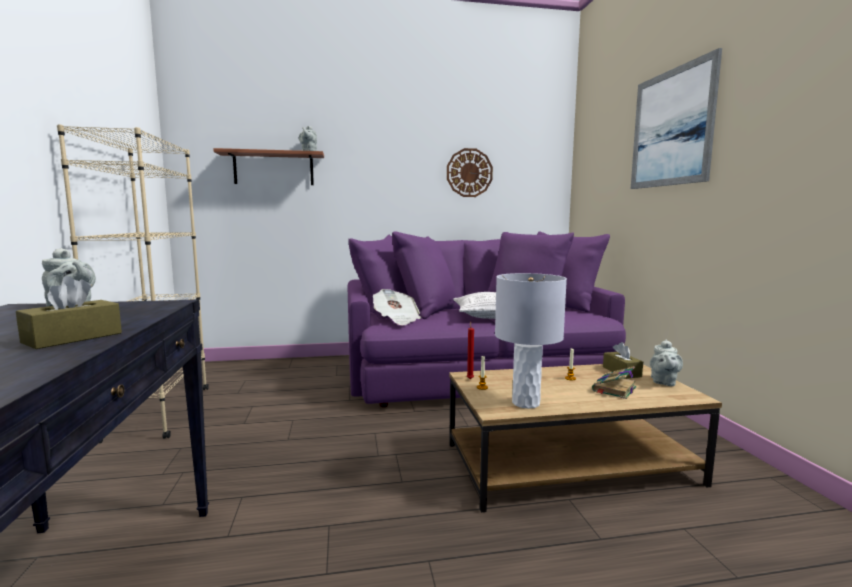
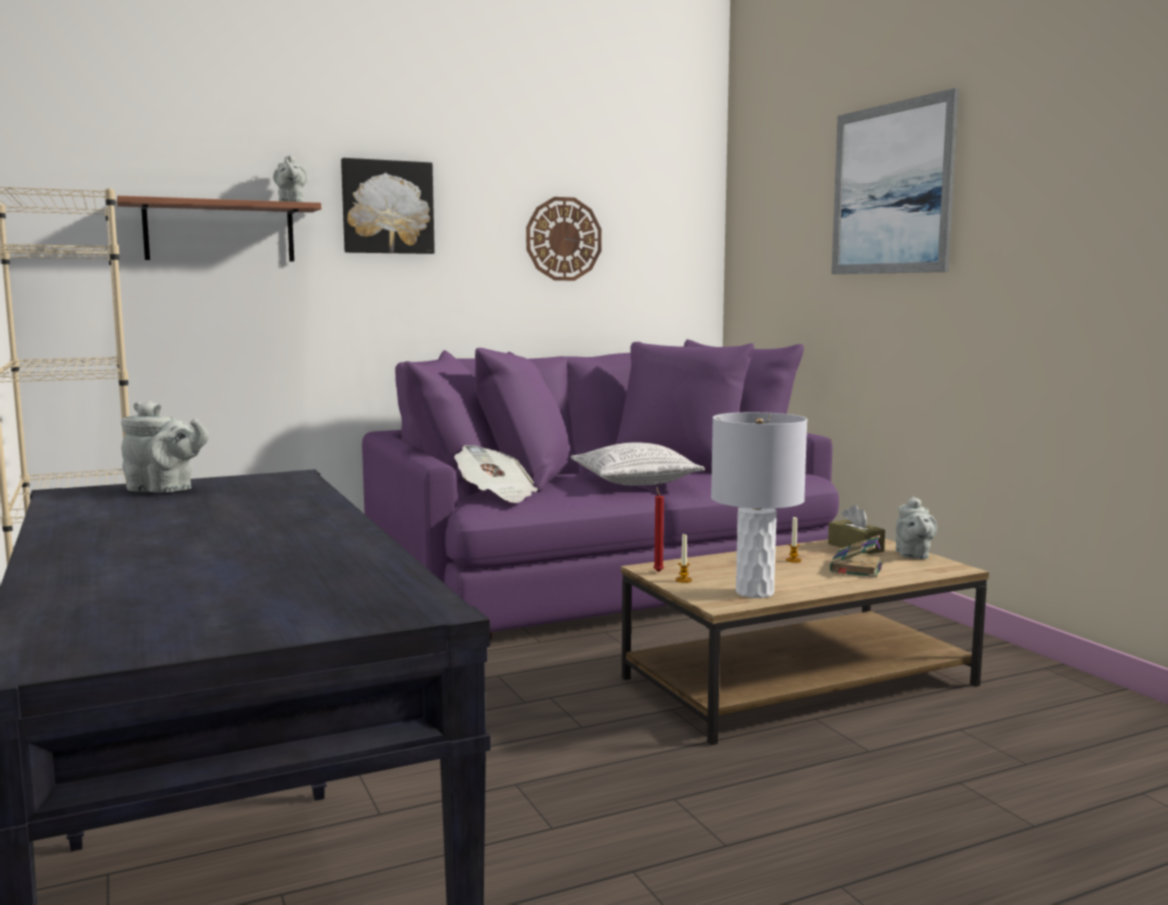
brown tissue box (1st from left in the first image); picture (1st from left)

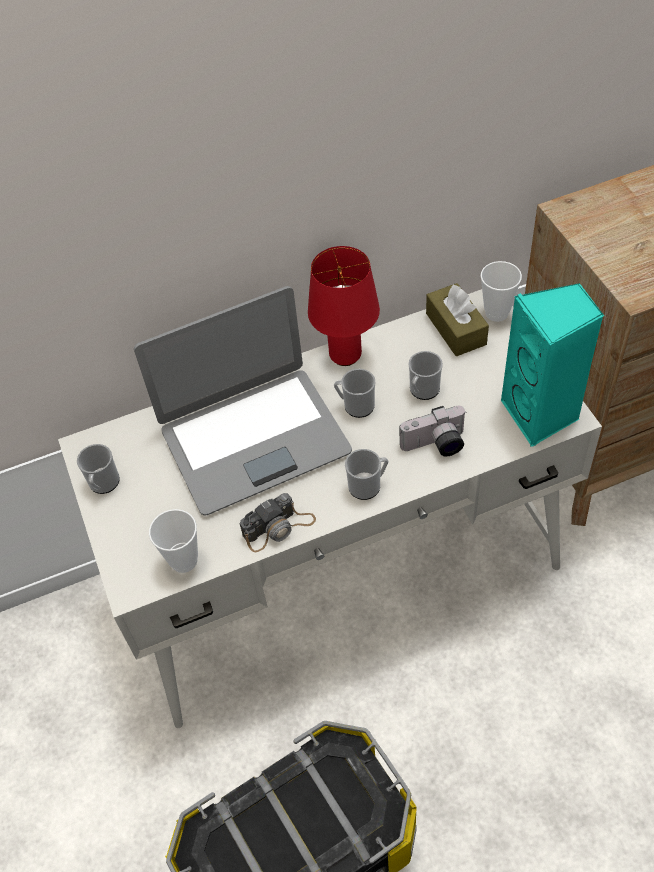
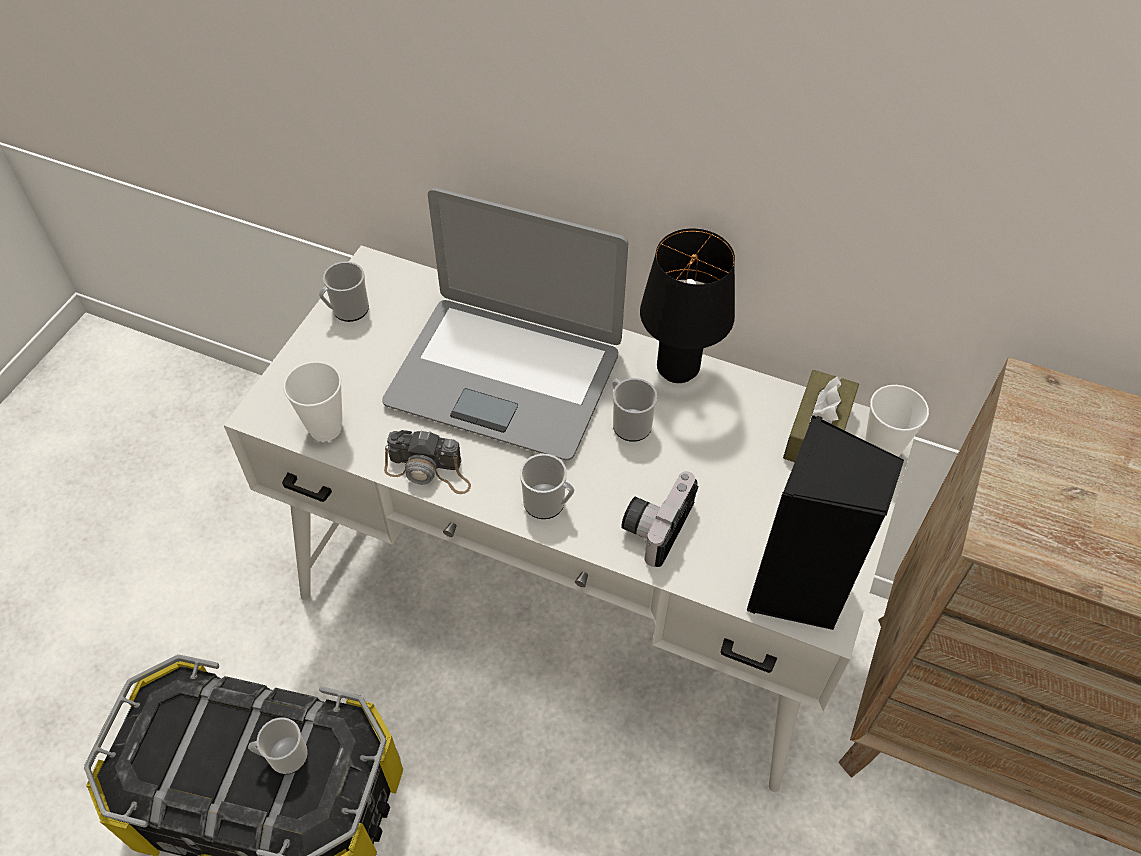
black table lamp; photo camera (2nd from left); mug (1st from left); black speaker

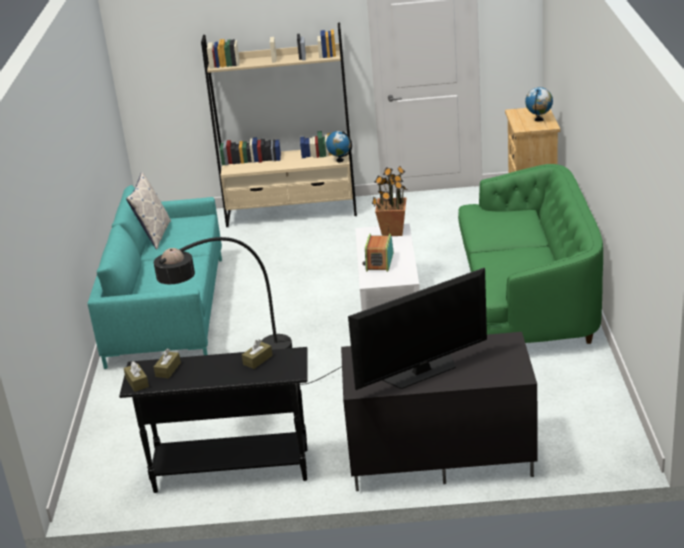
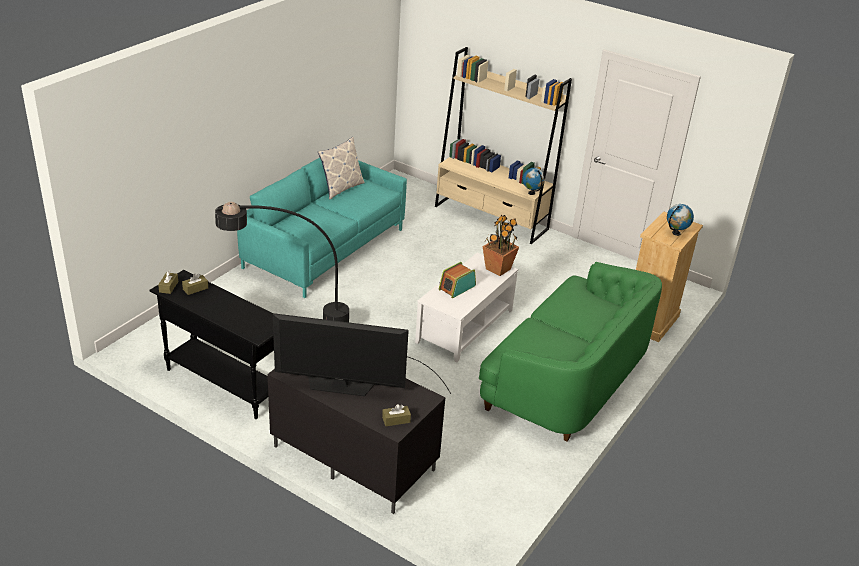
brown tissue box (3rd from left)

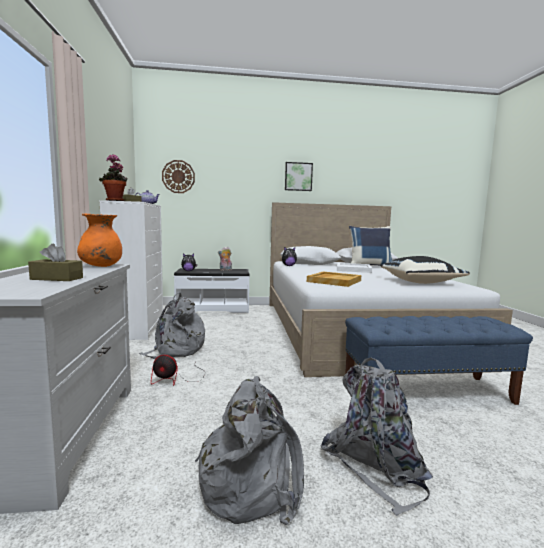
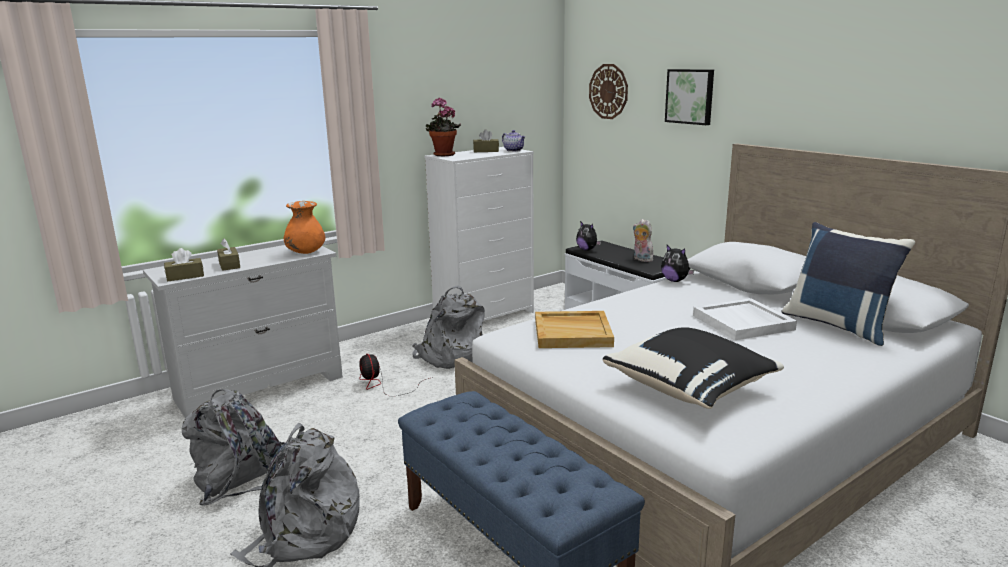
picture; brown tissue box (1st from left)

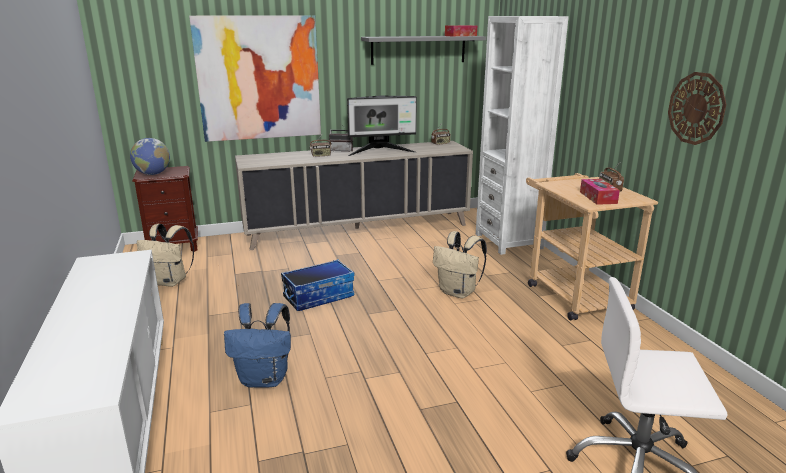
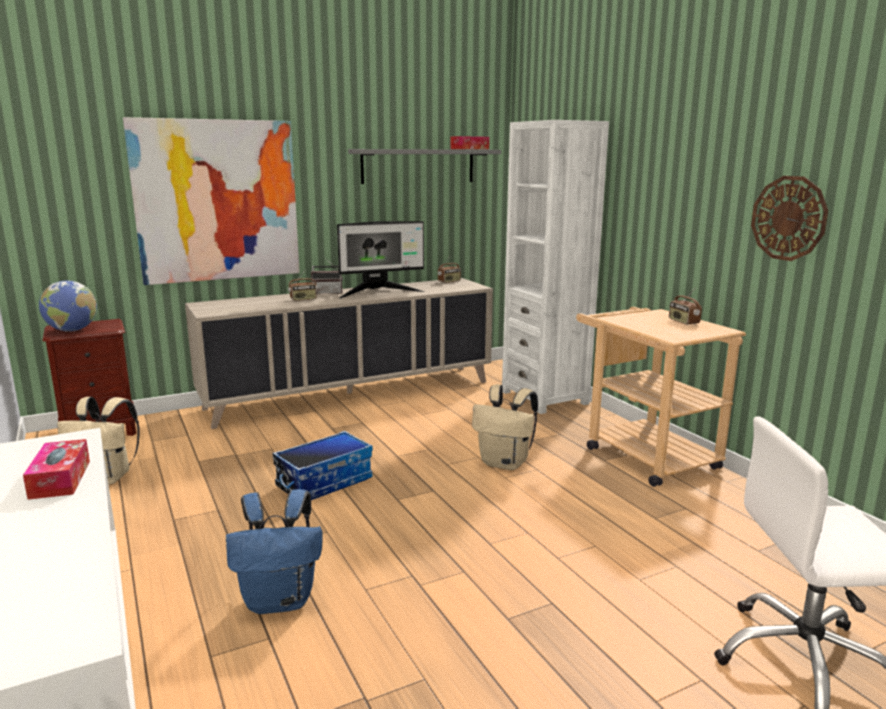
tissue box (1st from left)

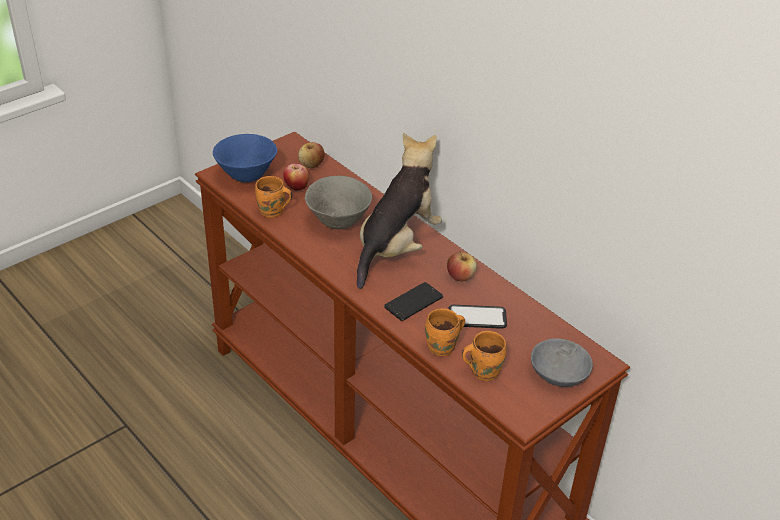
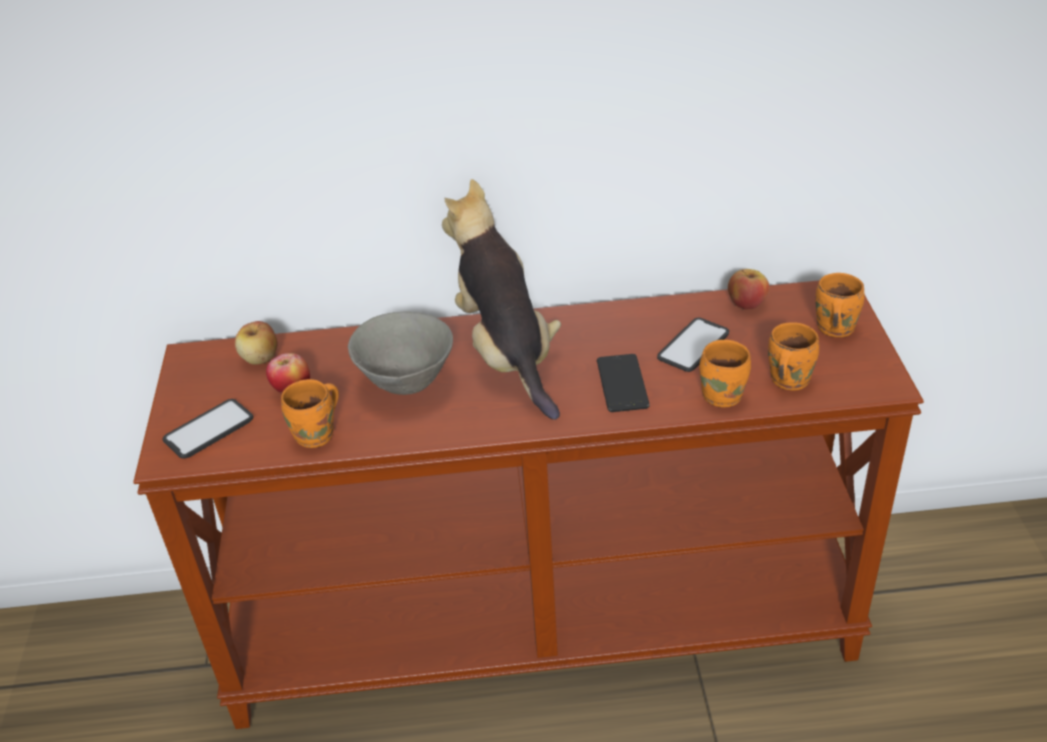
phone (1st from left); apple (3rd from left); orange mug (4th from left)

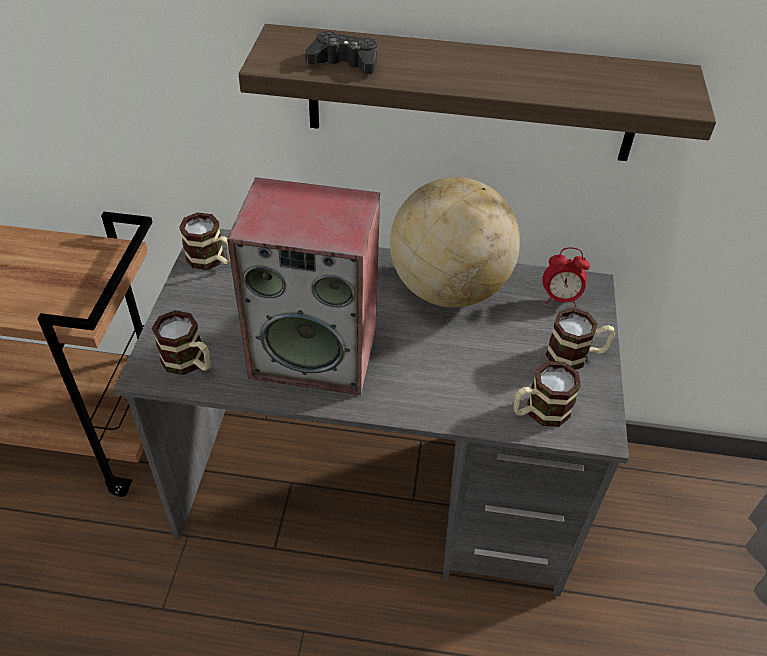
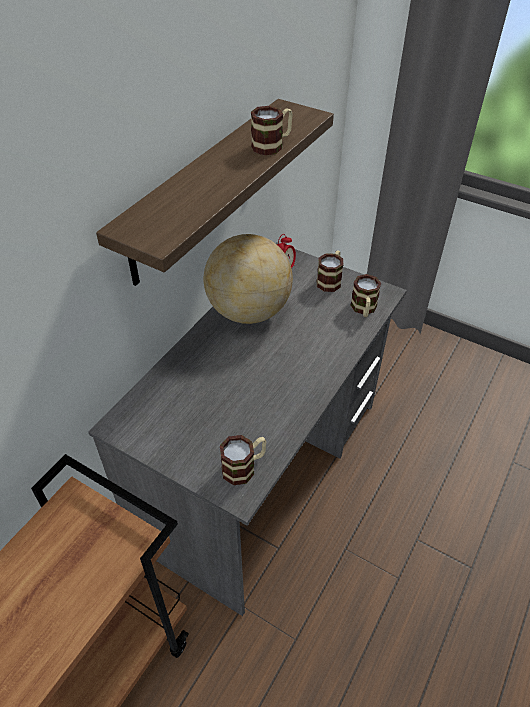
mug (2nd from left); speaker; black game controller

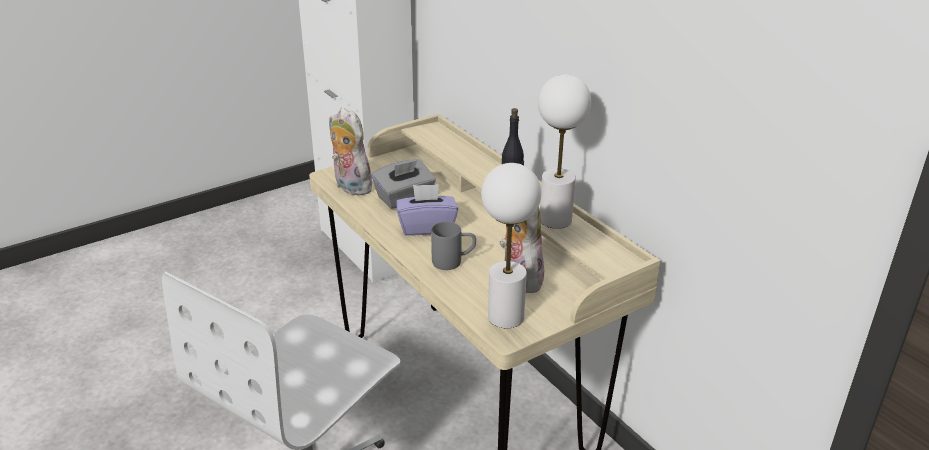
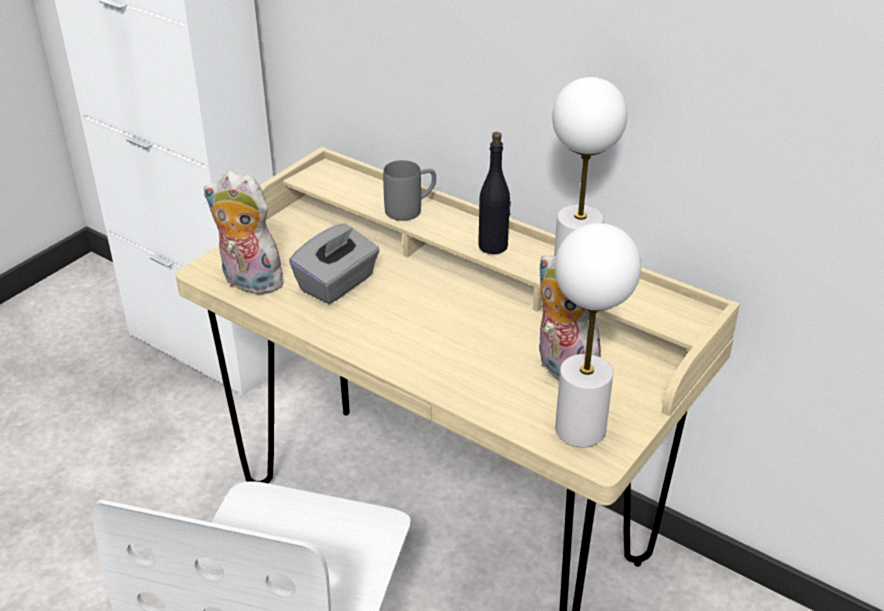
purple tissue box; grey mug

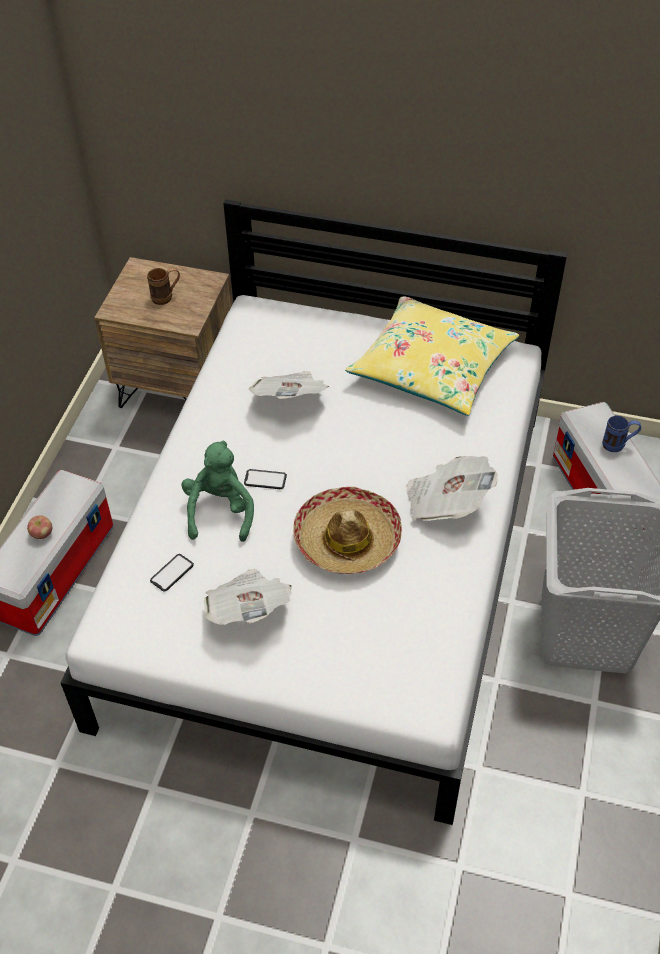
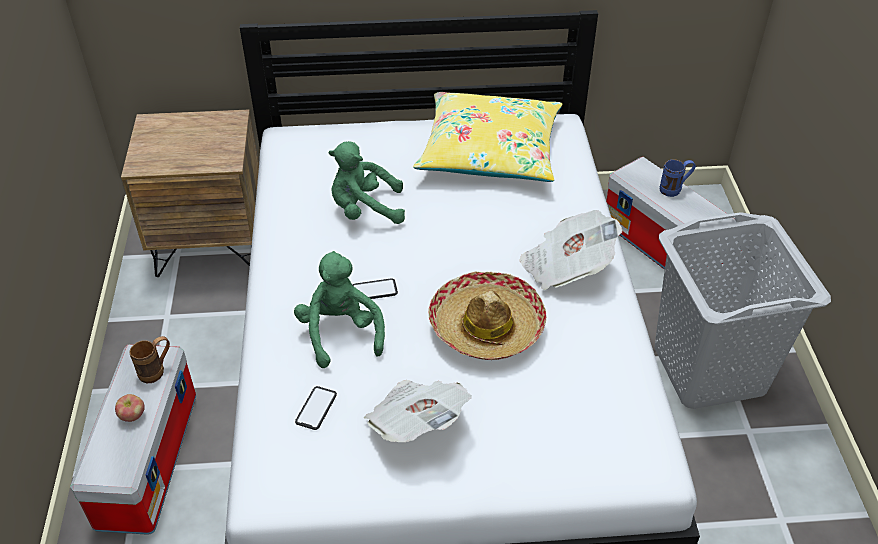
brown mug; green plush toy (2nd from left)

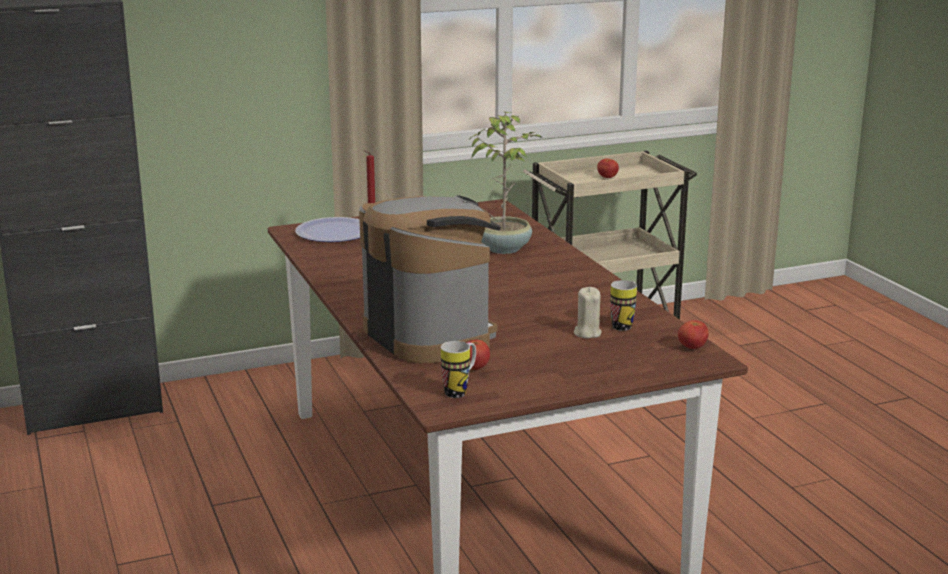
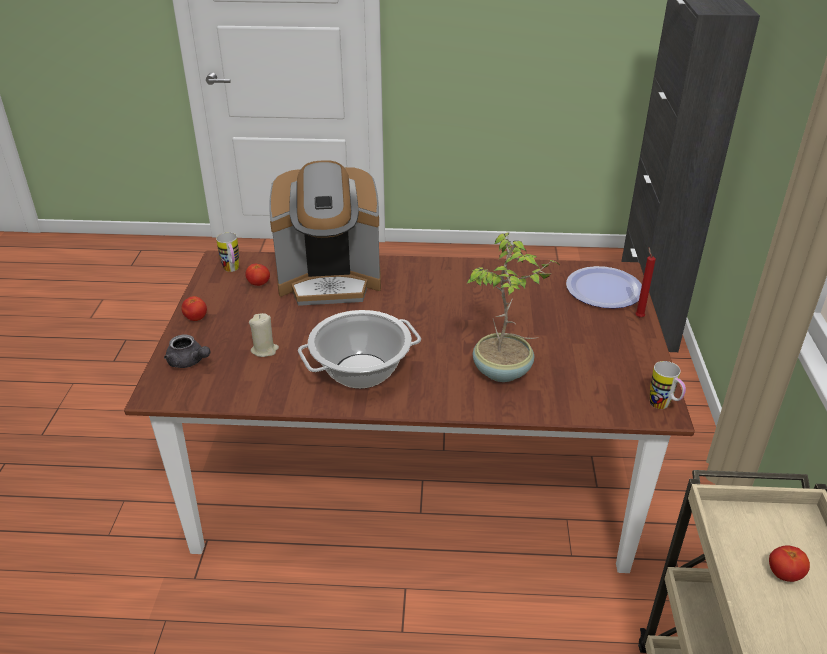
mug (2nd from left); tomato (1st from left); grey teapot; cooking pot

